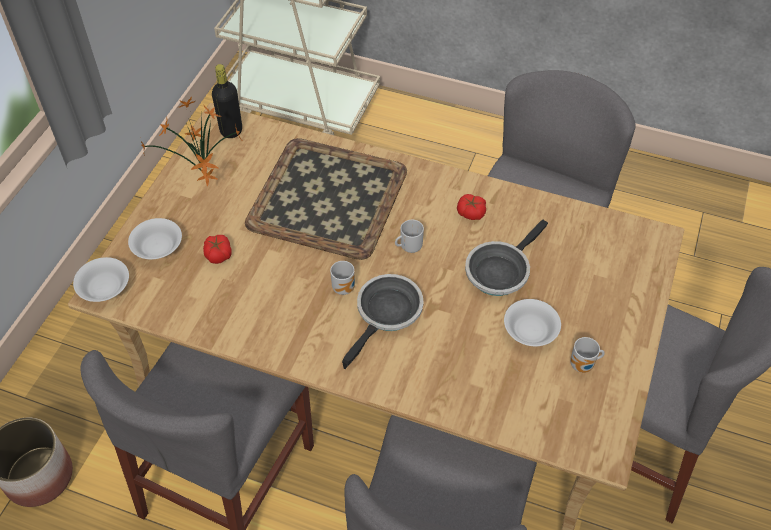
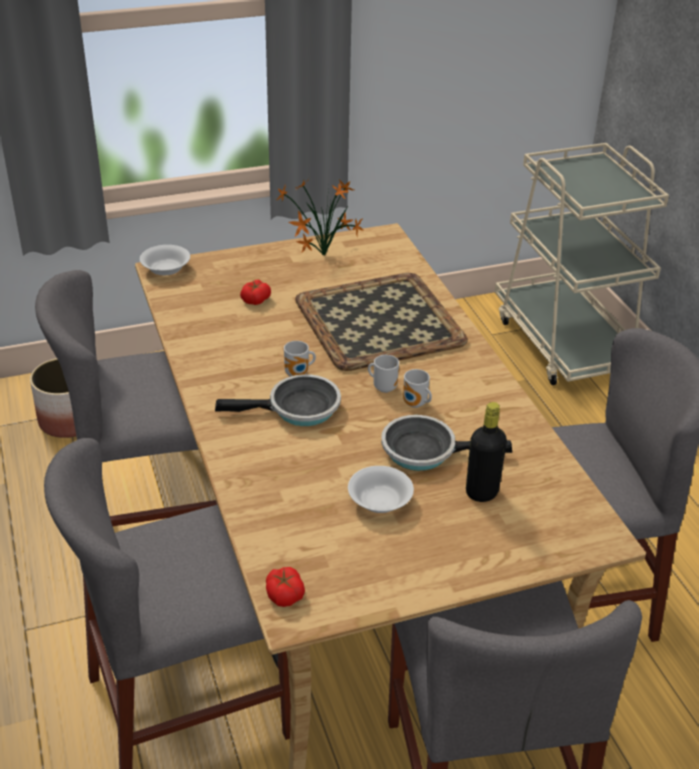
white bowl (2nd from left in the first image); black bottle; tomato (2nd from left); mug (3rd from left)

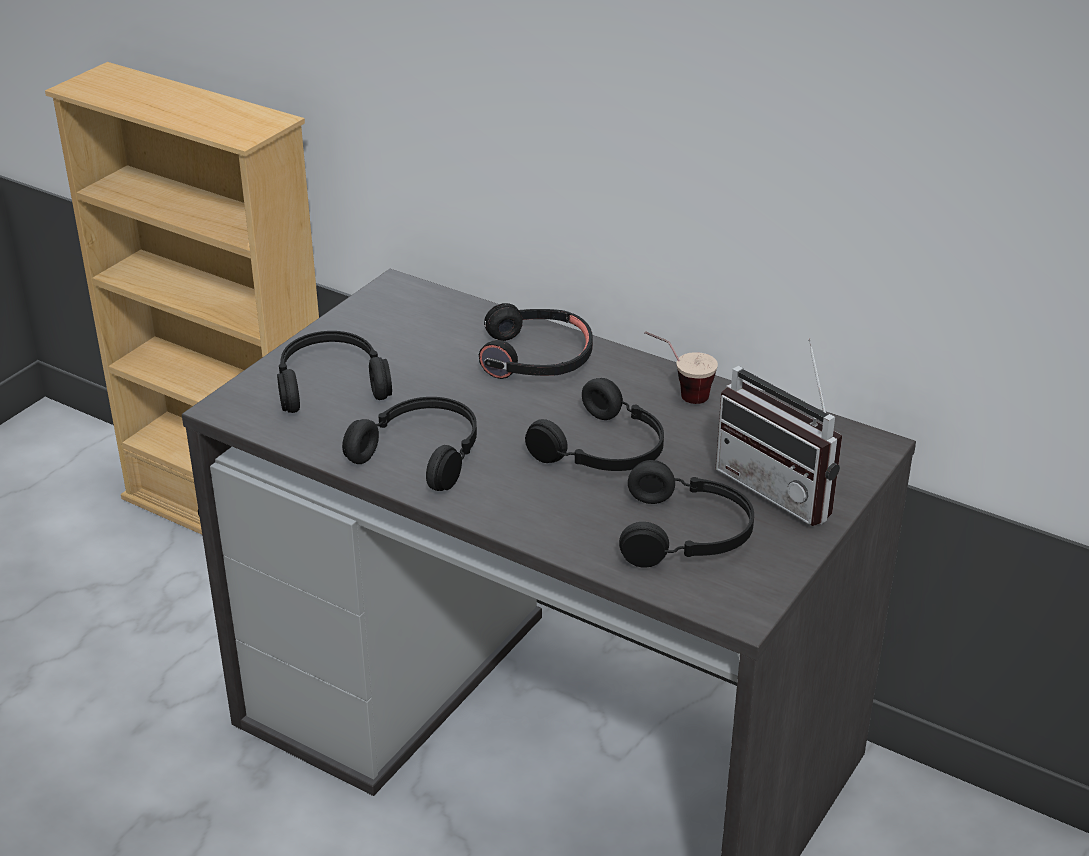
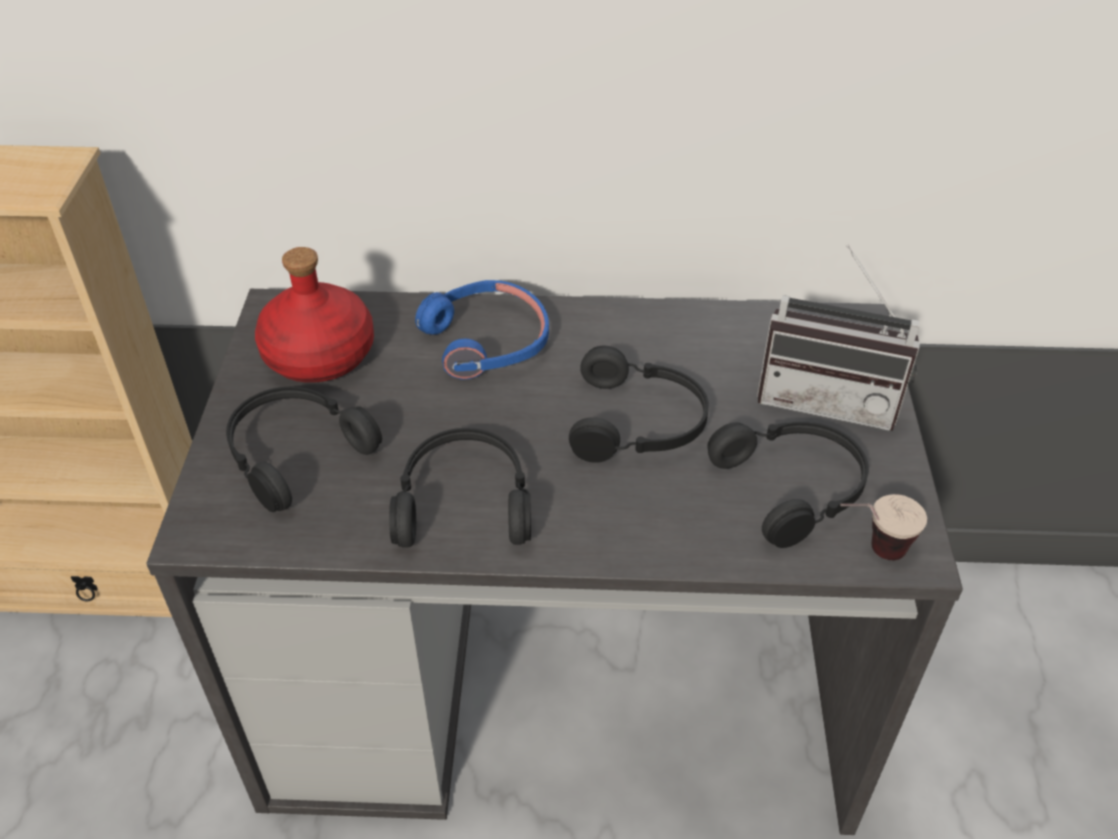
blue headphones; cup; red bottle

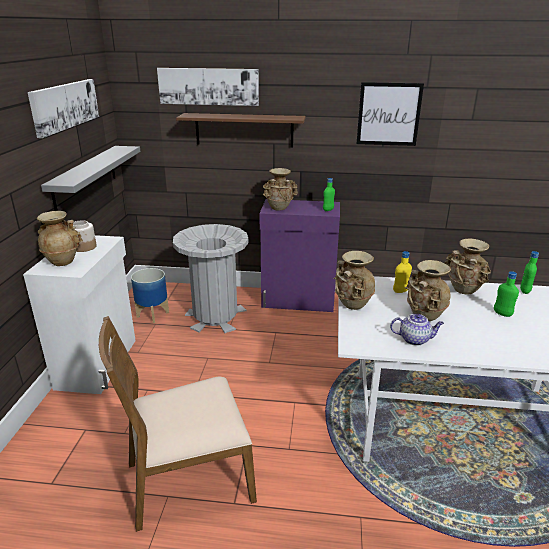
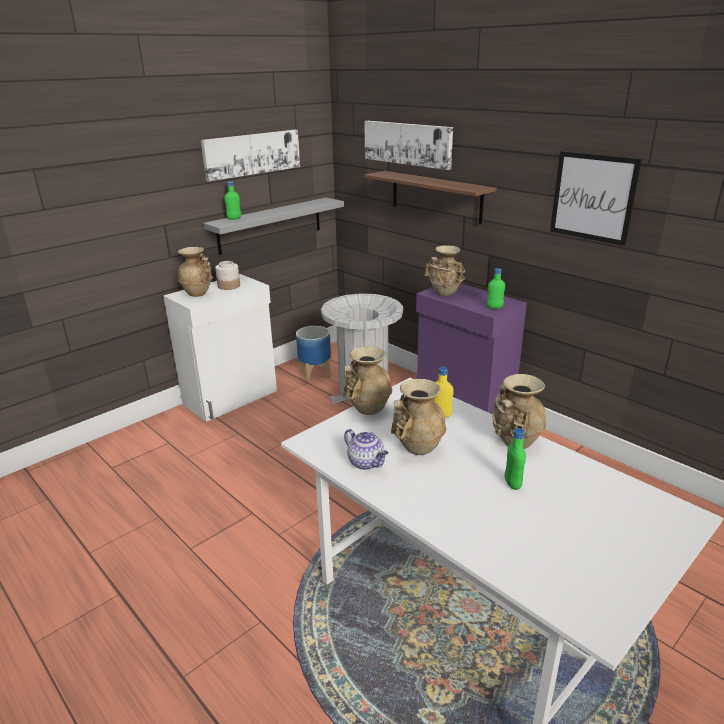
brown chair; green bottle (1st from left)

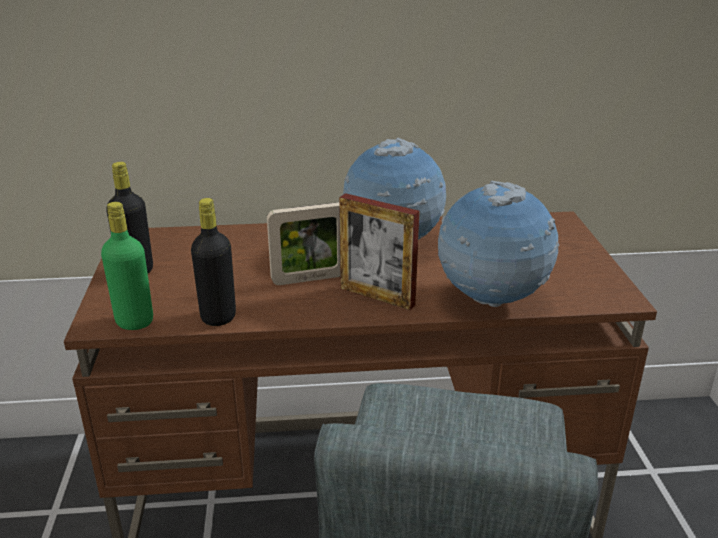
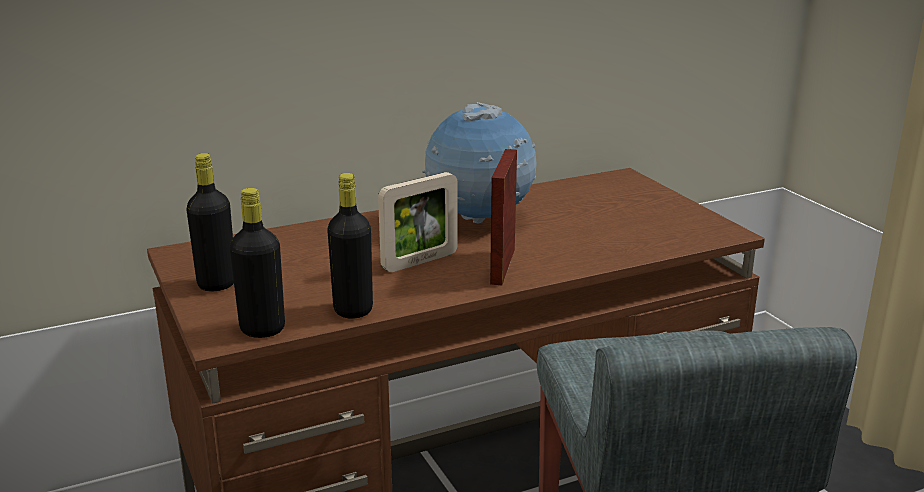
black bottle (2nd from left); picture frame (2nd from left); globe (2nd from left in the first image)

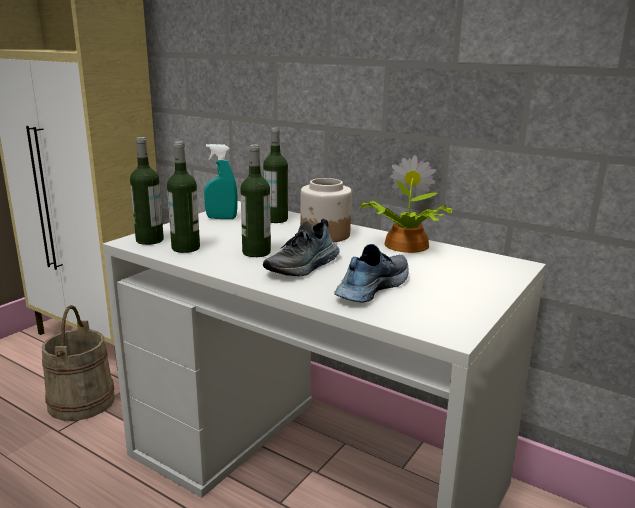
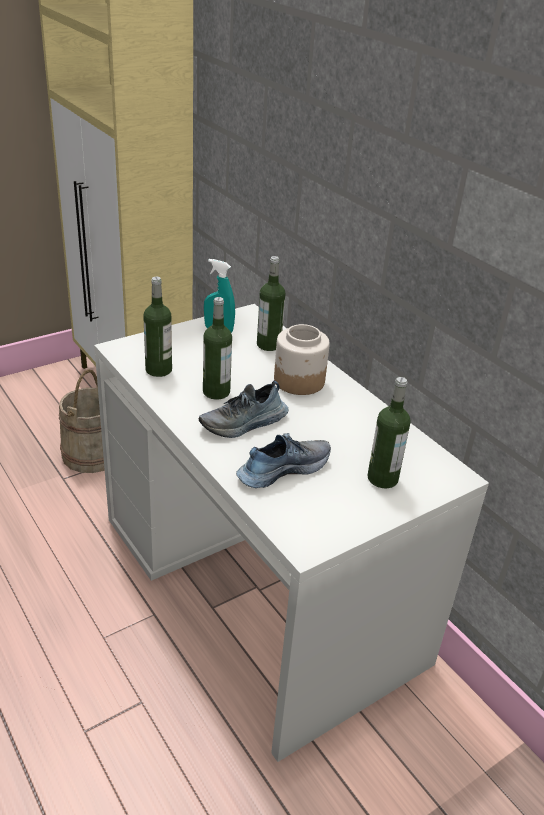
bottle (4th from left); potted plant

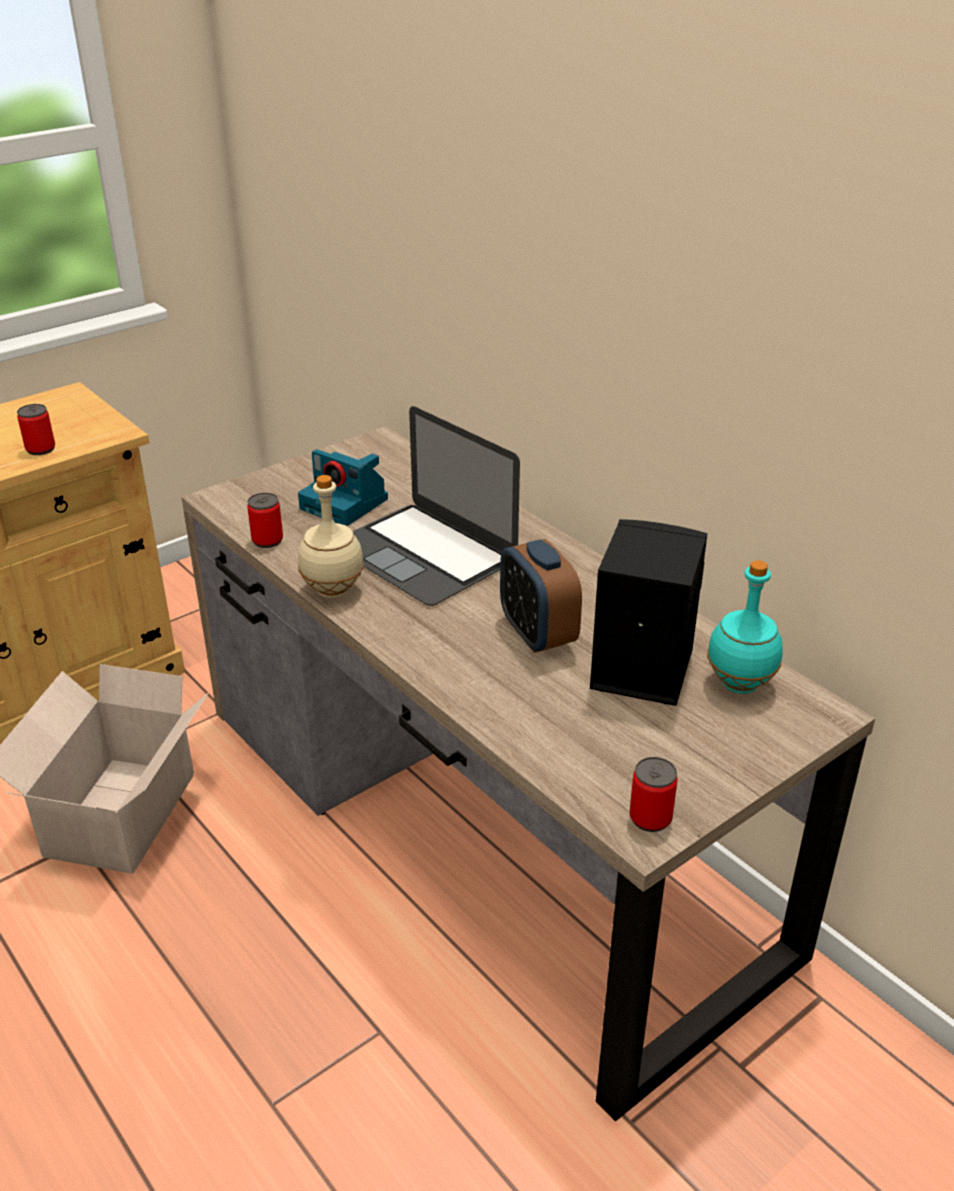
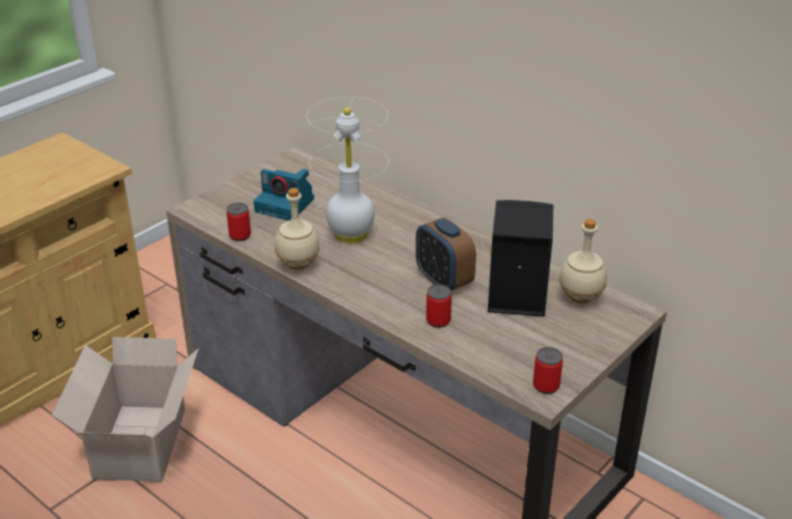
can (2nd from left); white table lamp; beige bottle (2nd from left)

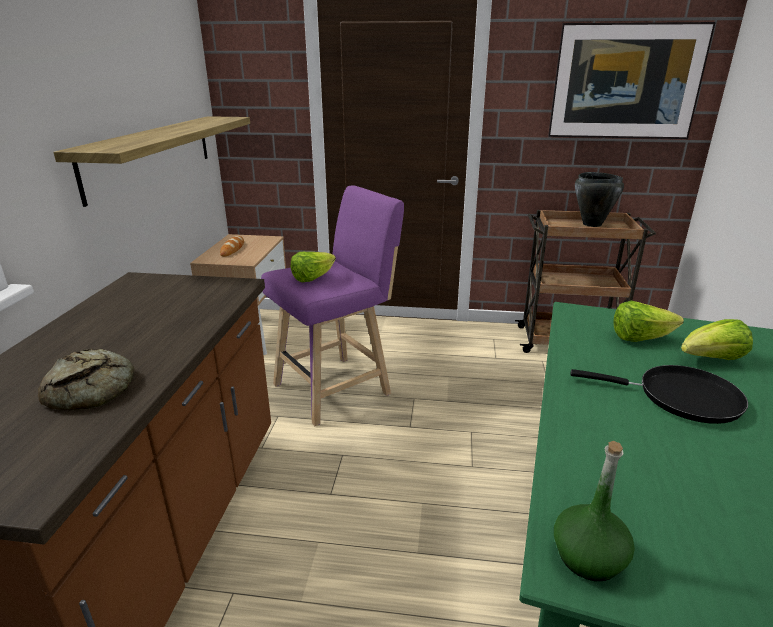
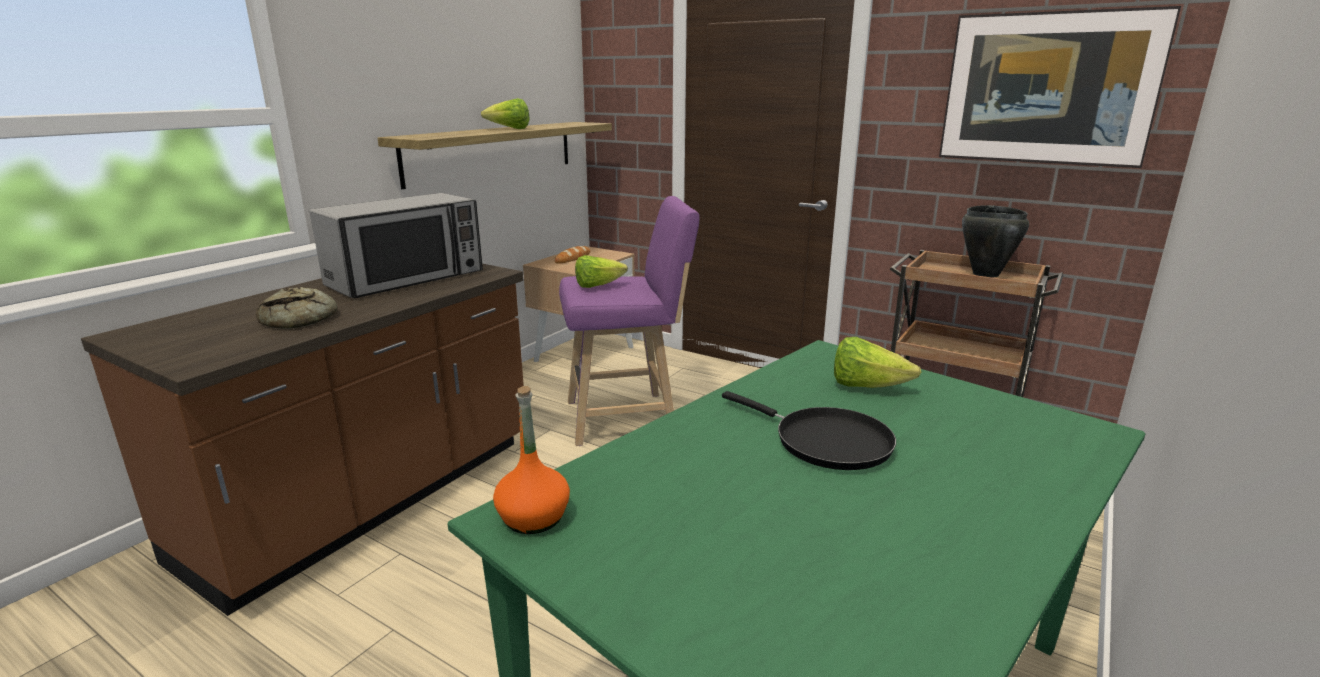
orange bottle; lettuce (1st from left); microwave

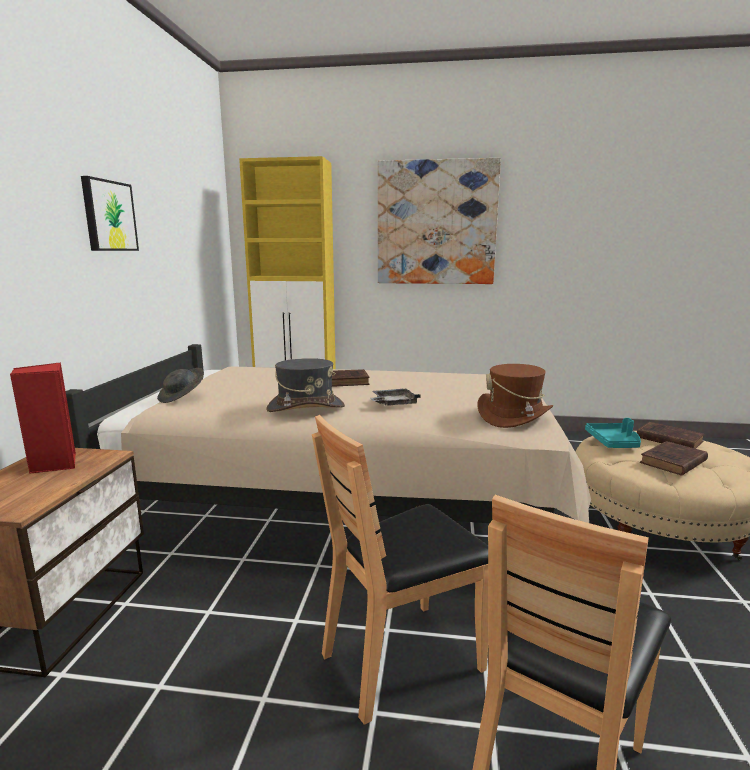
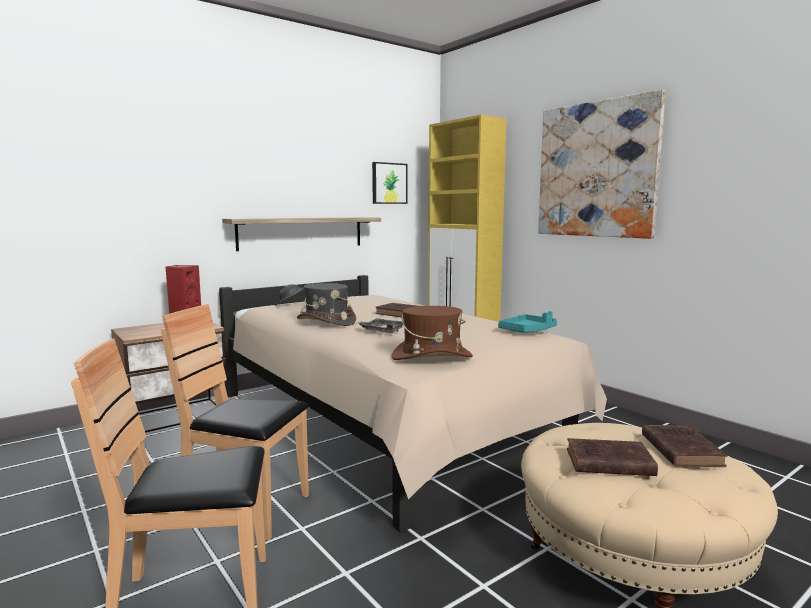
picture (1st from left); turquoise tray; shelf

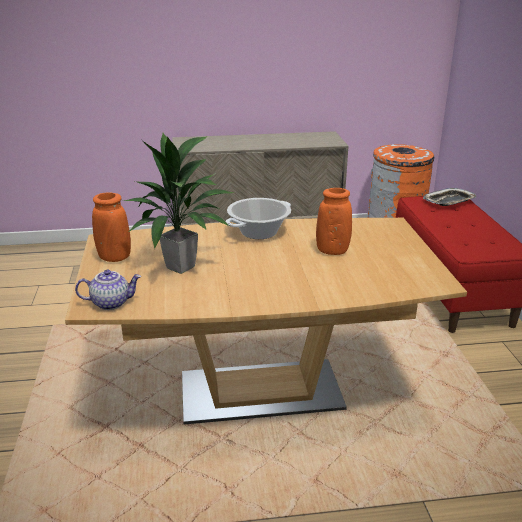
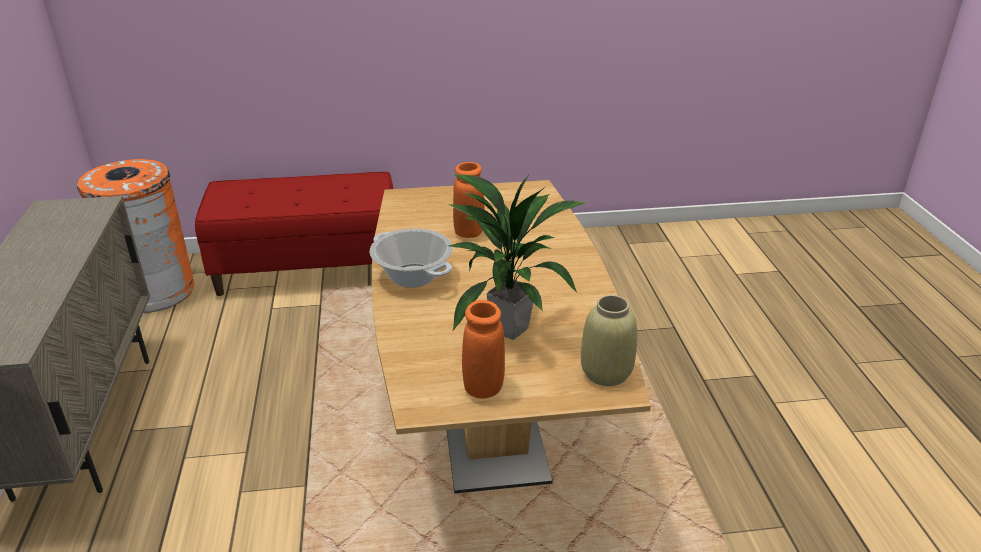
beige vase; tray

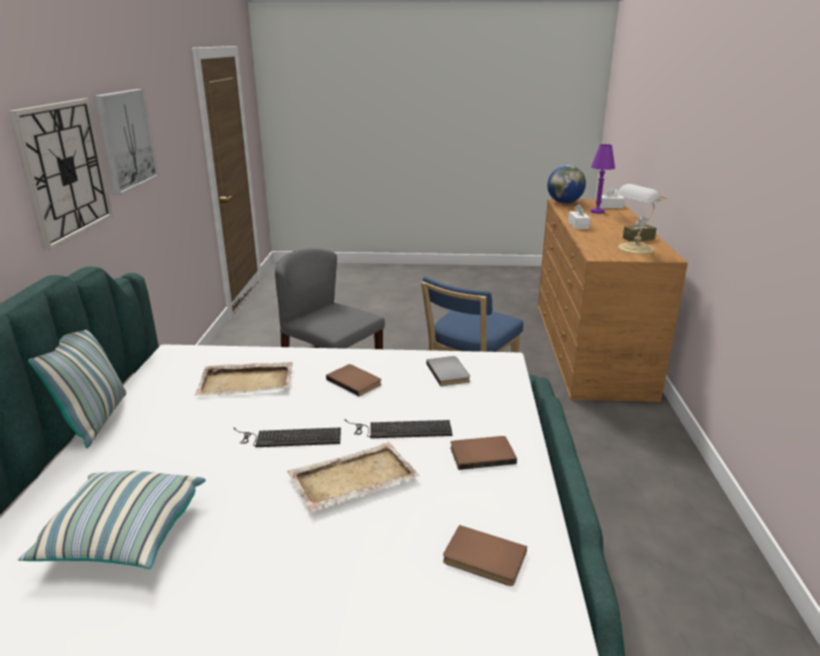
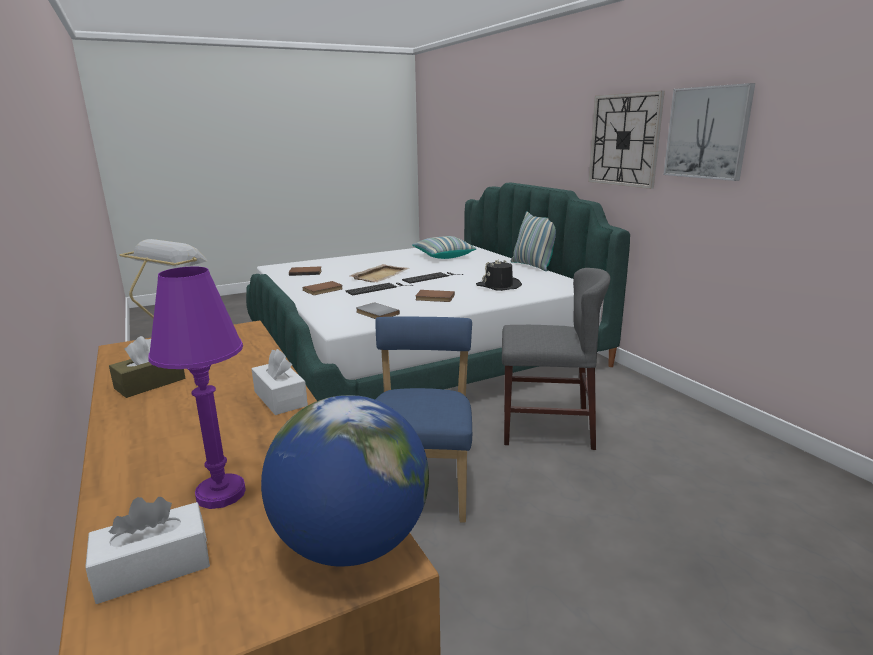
black hat

